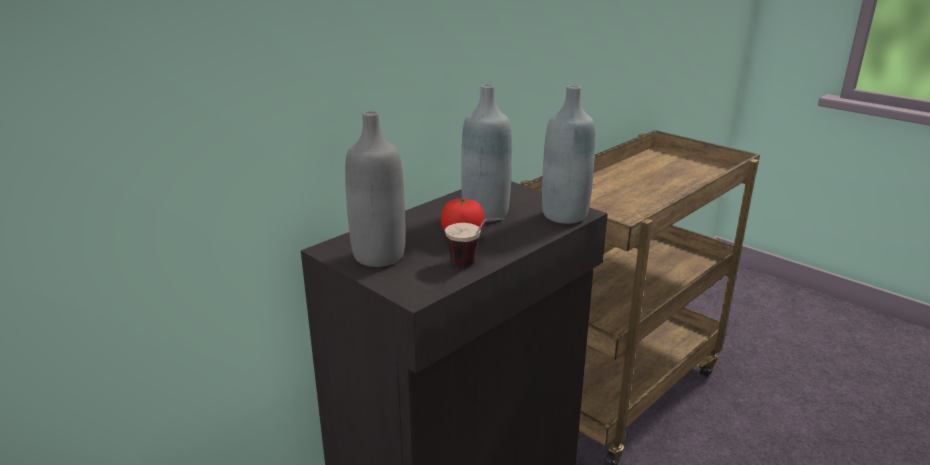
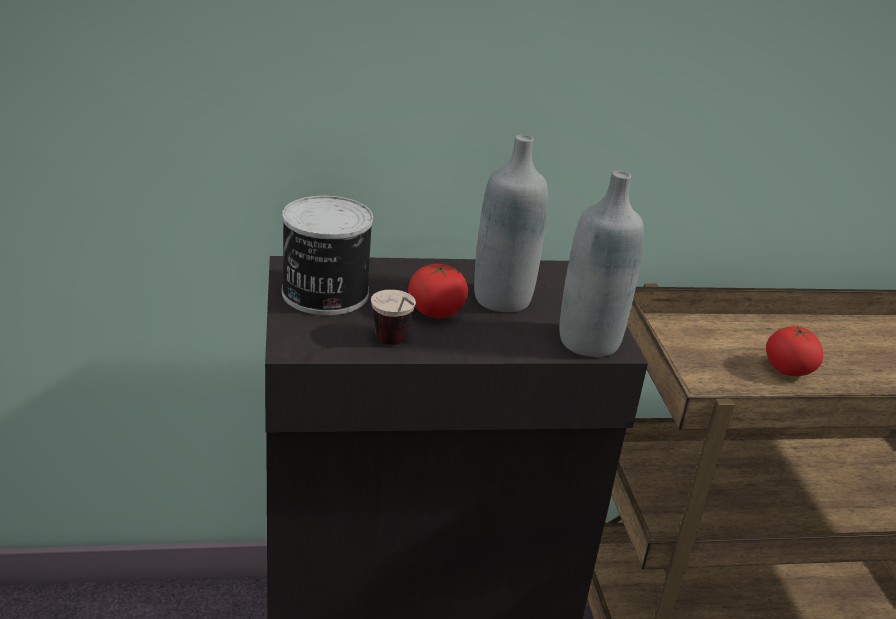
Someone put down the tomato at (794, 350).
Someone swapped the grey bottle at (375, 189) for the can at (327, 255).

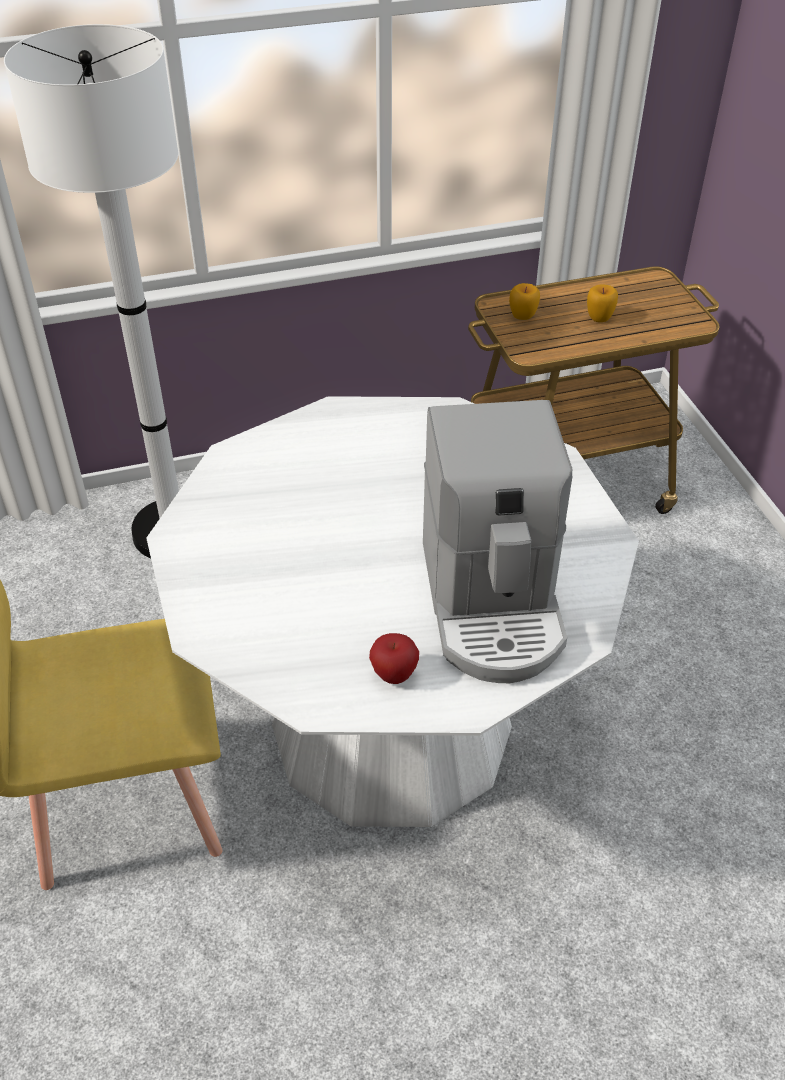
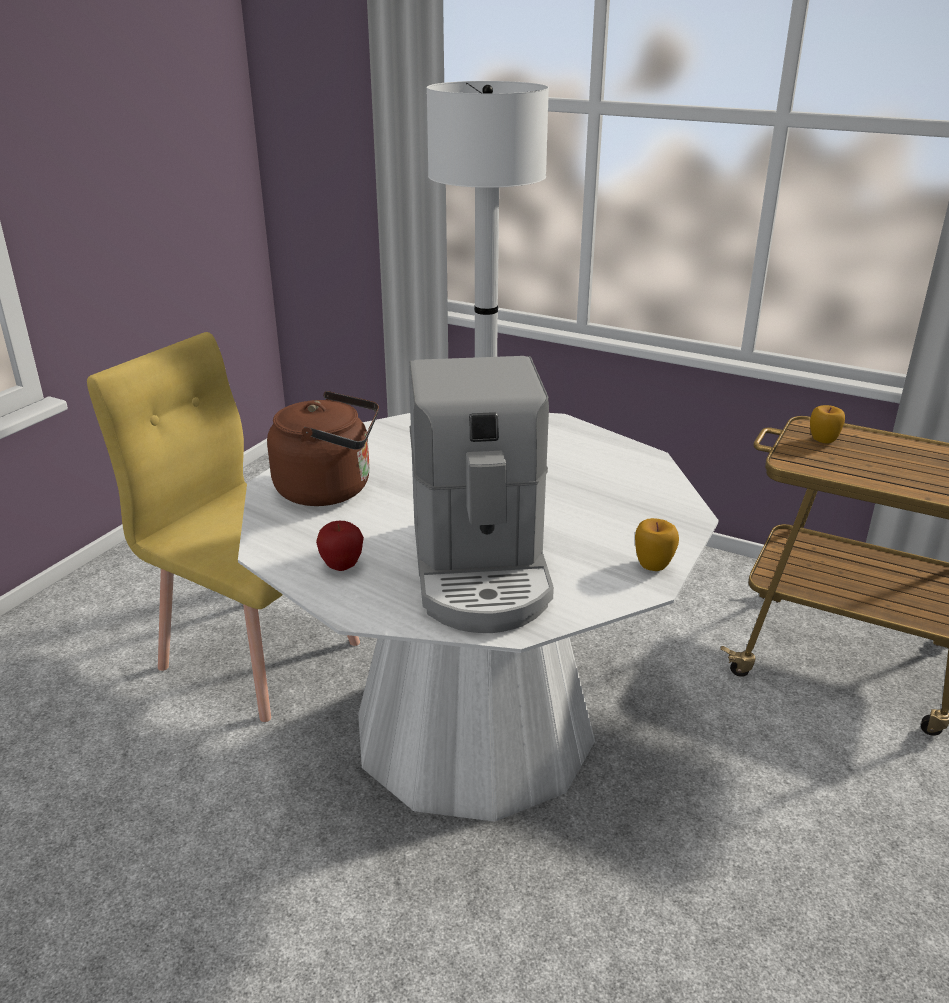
Someone put down the brown kettle at (323, 448).
Someone carried the apple from (602, 303) to (657, 544).
Someone rotated the coffee machine at (498, 541) by 45 degrees counterclockwise.

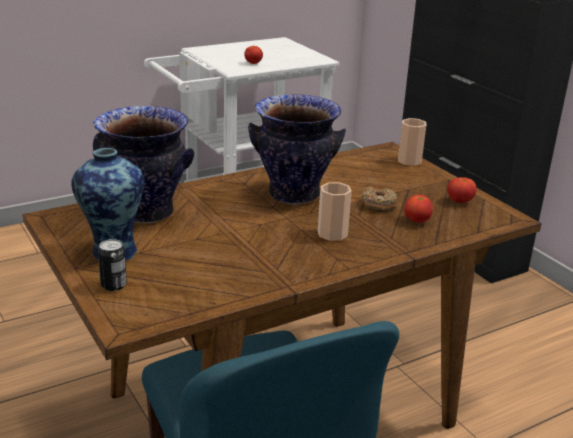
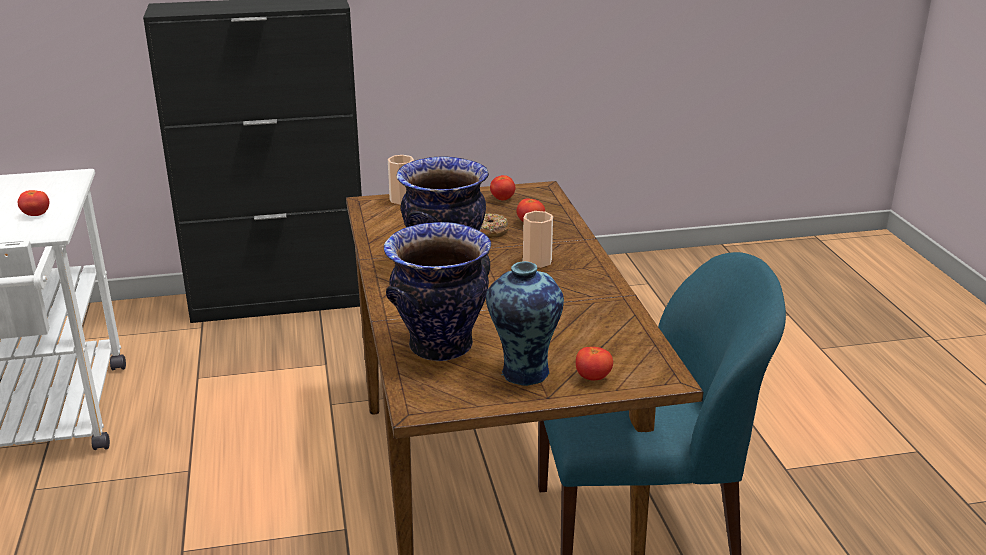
Someone swapped the can at (112, 265) for the tomato at (594, 363).

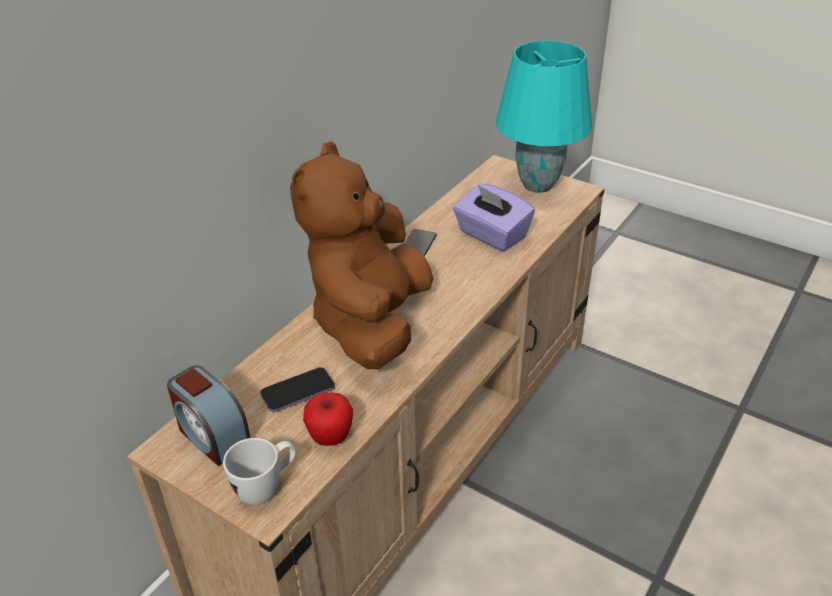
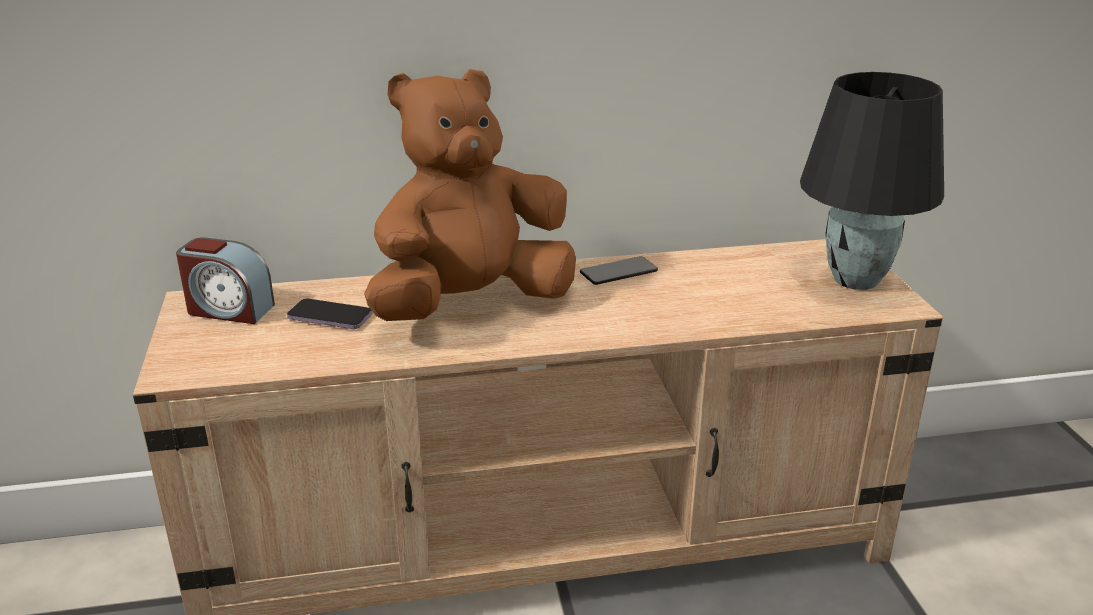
Someone took away the white mug at (259, 471).
Someone took away the apple at (328, 419).
Someone took away the purple tissue box at (494, 217).
Someone repainted the turquoise table lamp at (544, 117), which became the black table lamp at (872, 181).
Someone rotated the alarm clock at (208, 415) by 75 degrees counterclockwise.

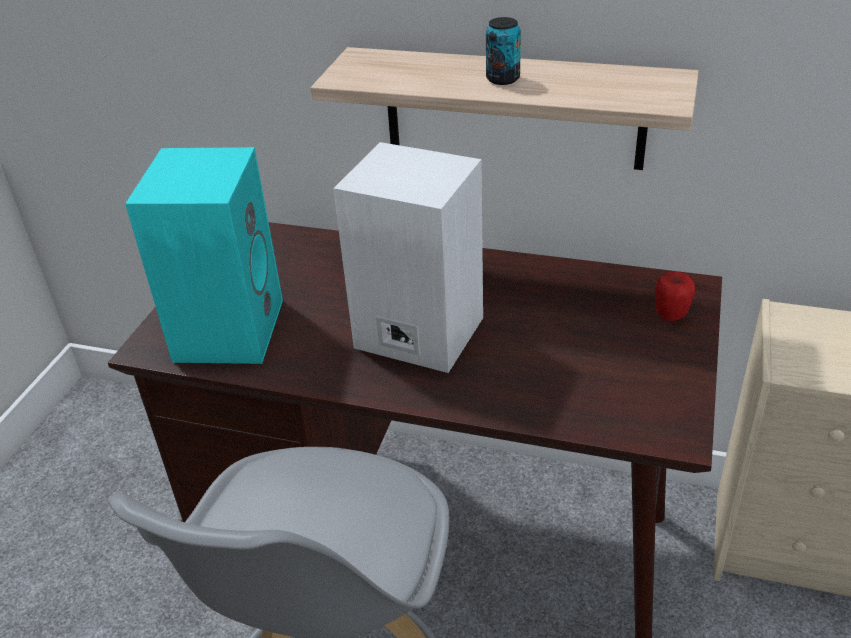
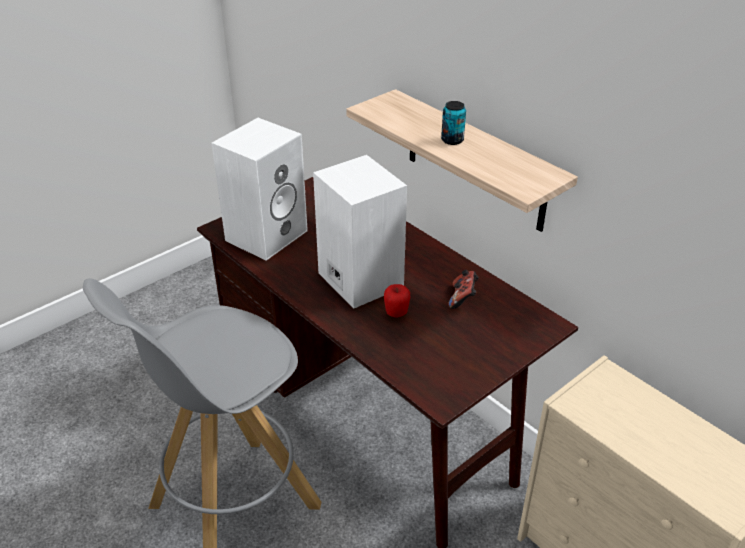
Someone put down the game controller at (463, 289).
Someone carried the apple from (675, 296) to (397, 300).
Someone repainted the turquoise speaker at (204, 255), which became the white speaker at (259, 189).

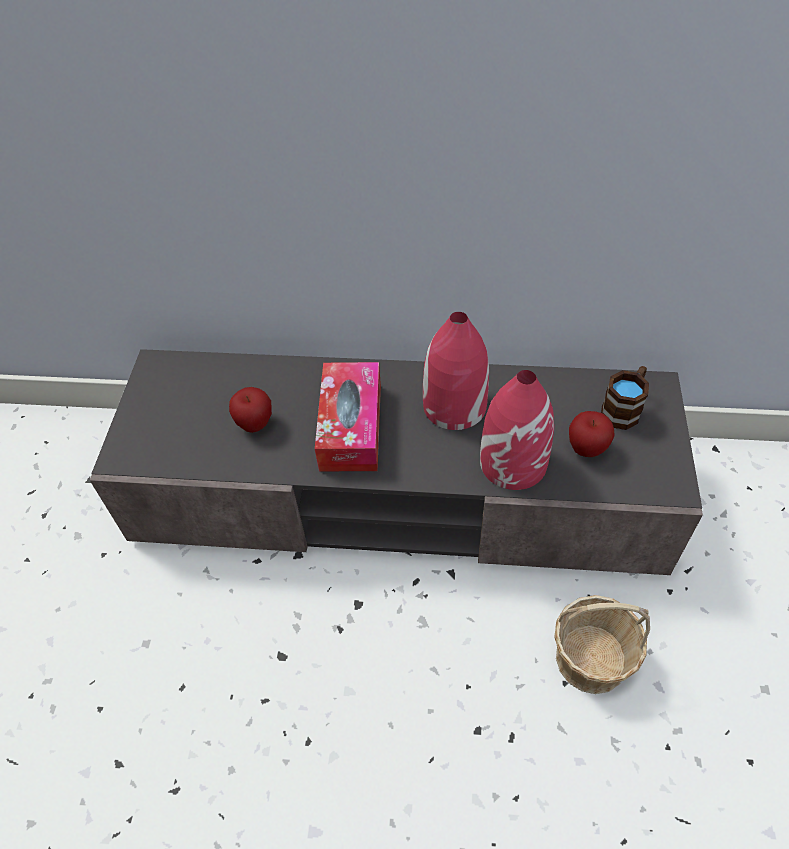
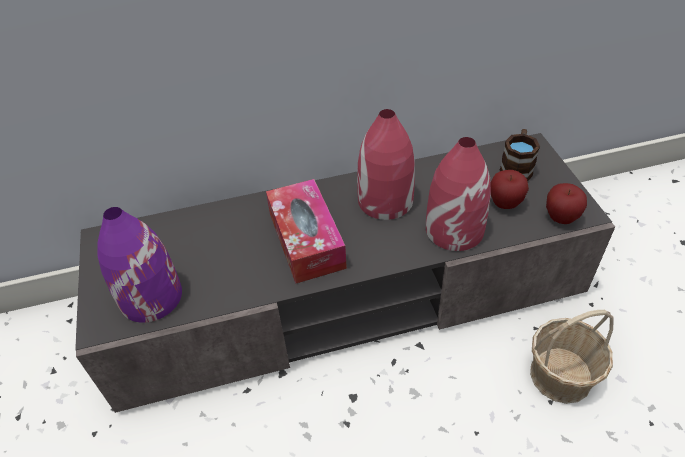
Someone put down the purple vase at (139, 265).
Someone carried the apple from (250, 410) to (566, 203).

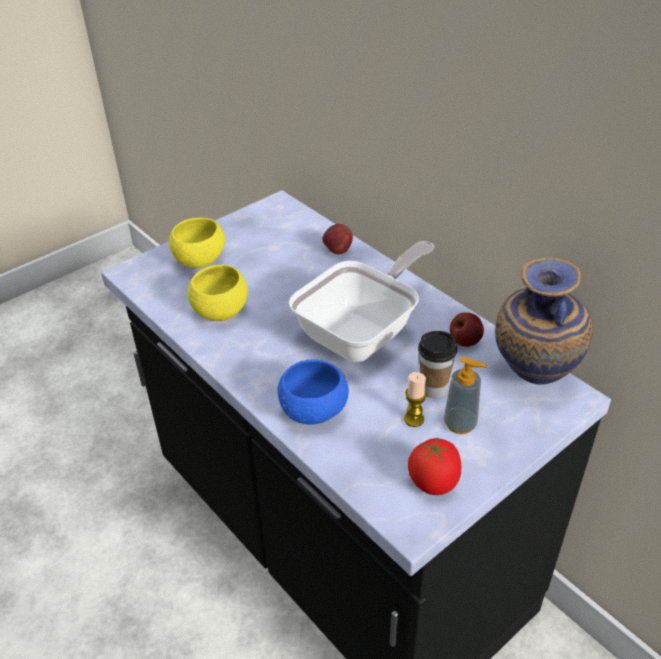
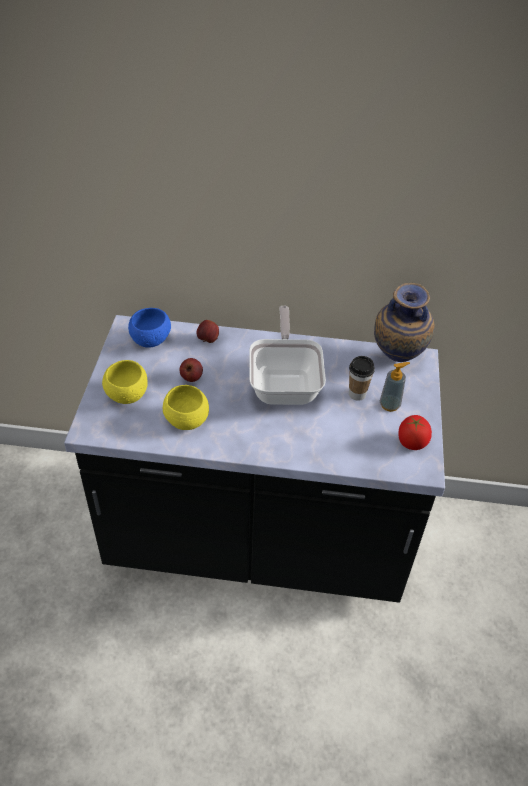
Someone took away the candle at (415, 399).
Someone carried the blue bowl from (313, 391) to (149, 328).
Someone carried the apple from (467, 329) to (191, 370).

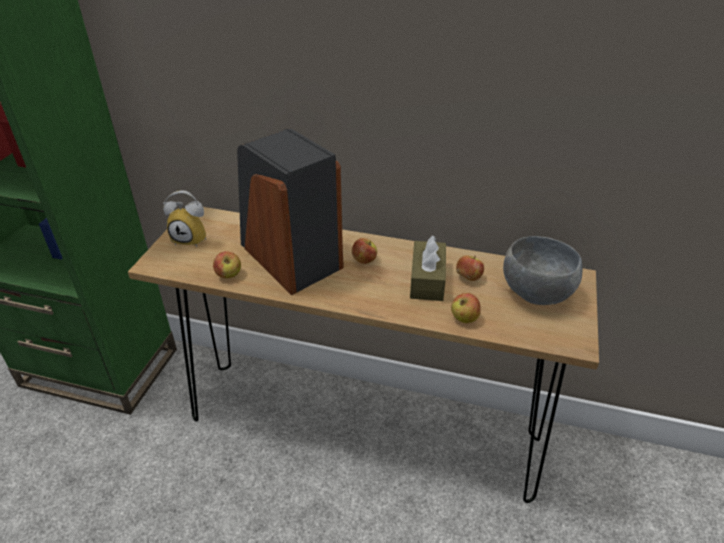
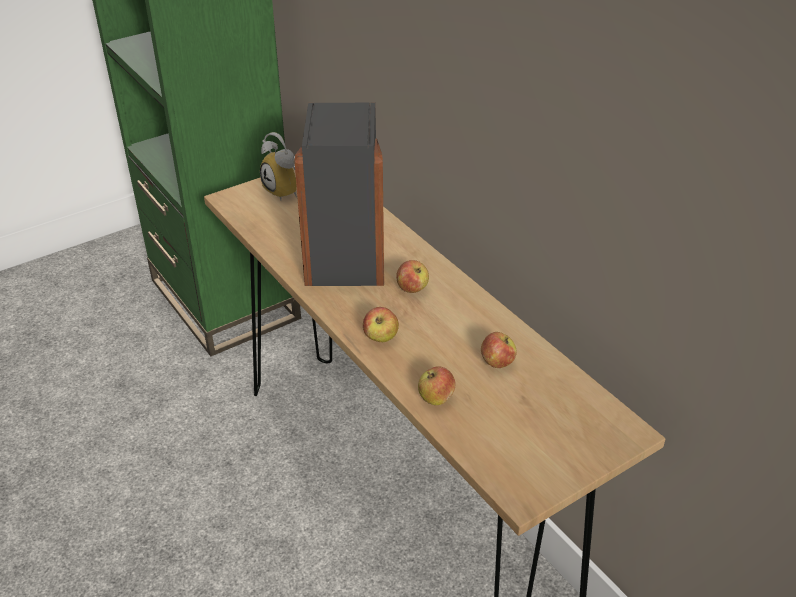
Someone took away the brown tissue box at (428, 268).
Someone took away the grey bowl at (542, 270).
Someone carried the apple from (227, 264) to (381, 324).

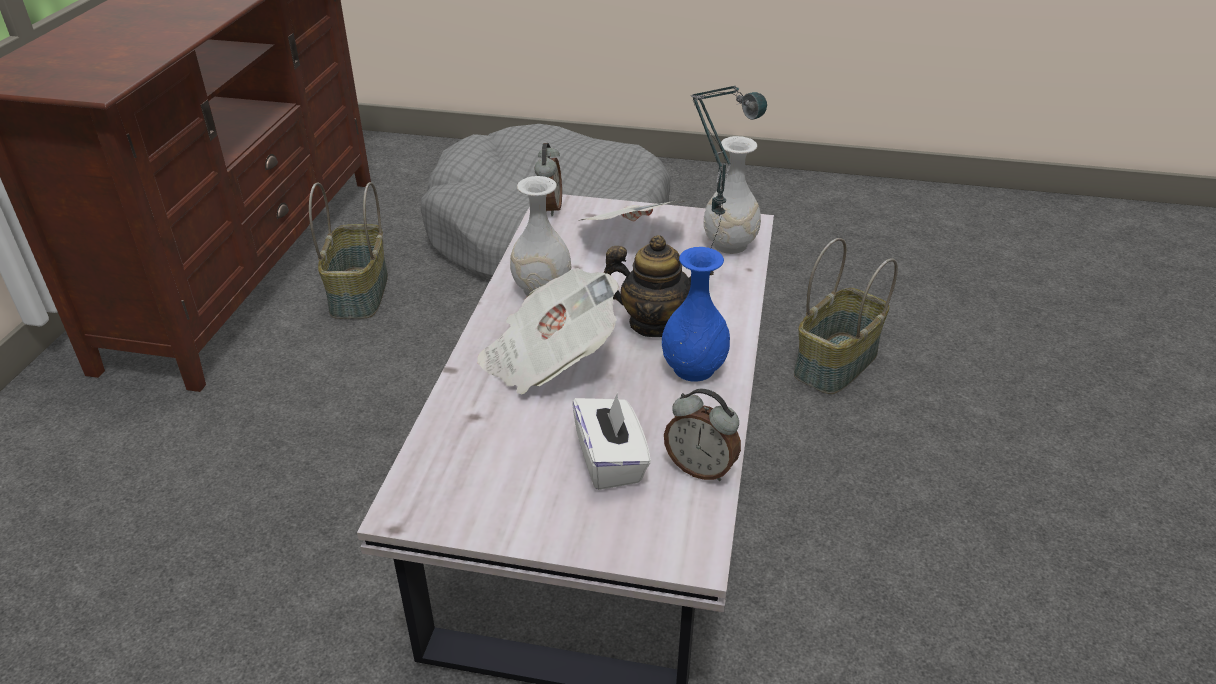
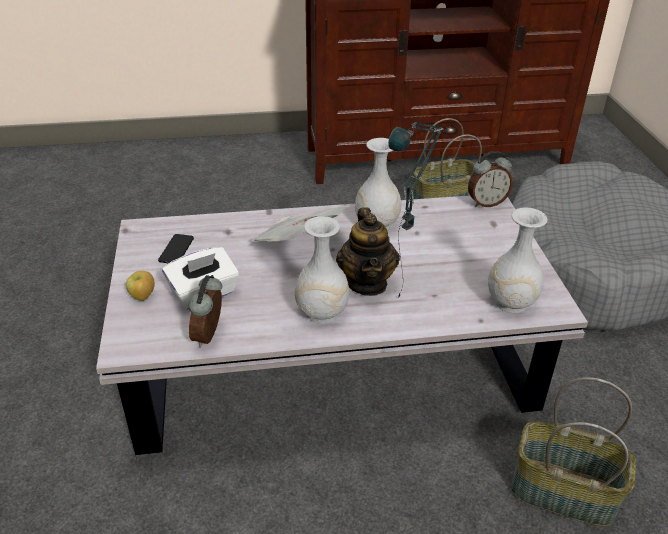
Someone took away the newspaper at (634, 211).
Someone put down the apple at (140, 286).
Someone put down the phone at (176, 248).
Someone repainted the blue vase at (696, 314), which became the white vase at (322, 270).

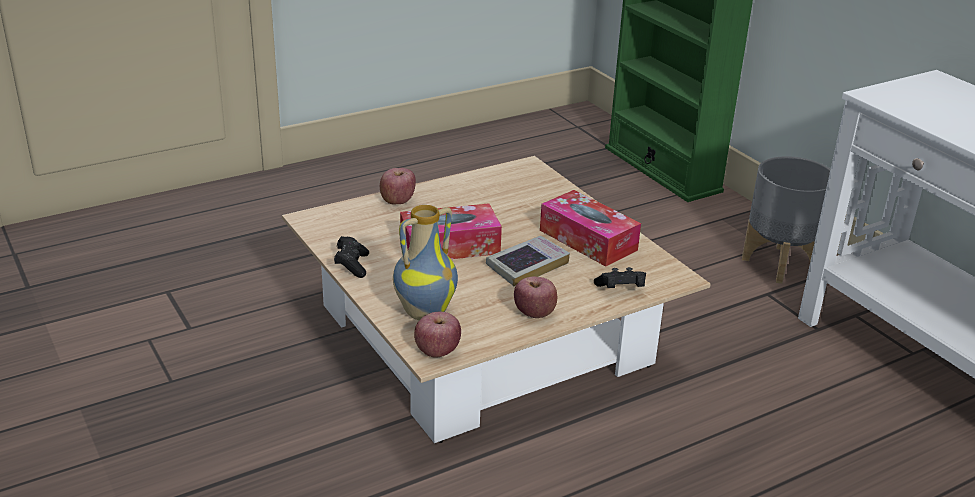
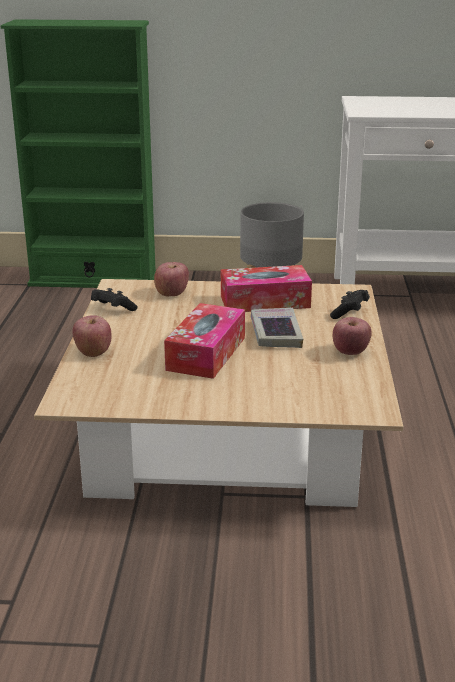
Someone took away the vase at (425, 262).
Someone carried the black game controller from (351, 257) to (114, 299).
Someone carried the apple from (437, 335) to (171, 279).

